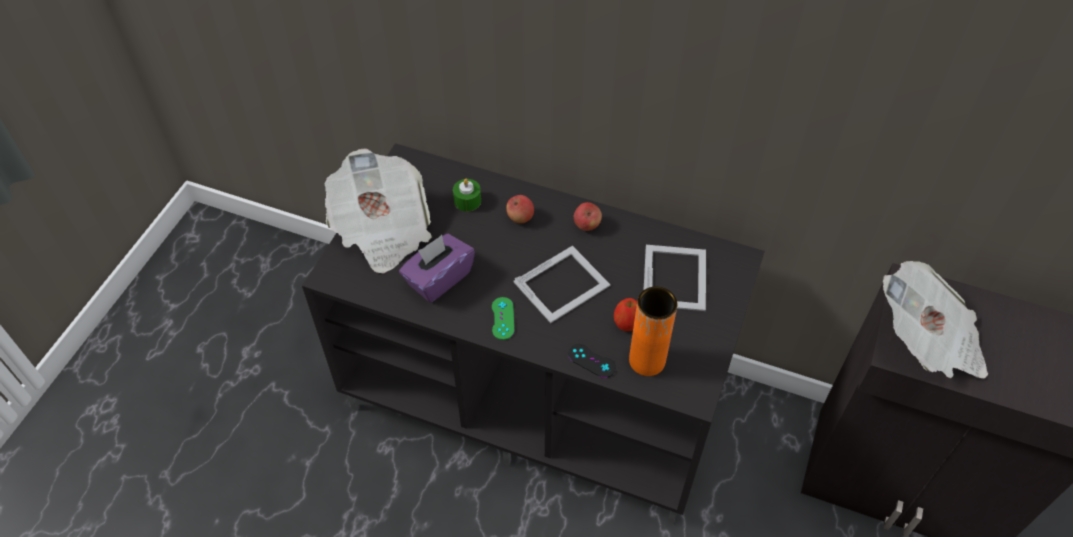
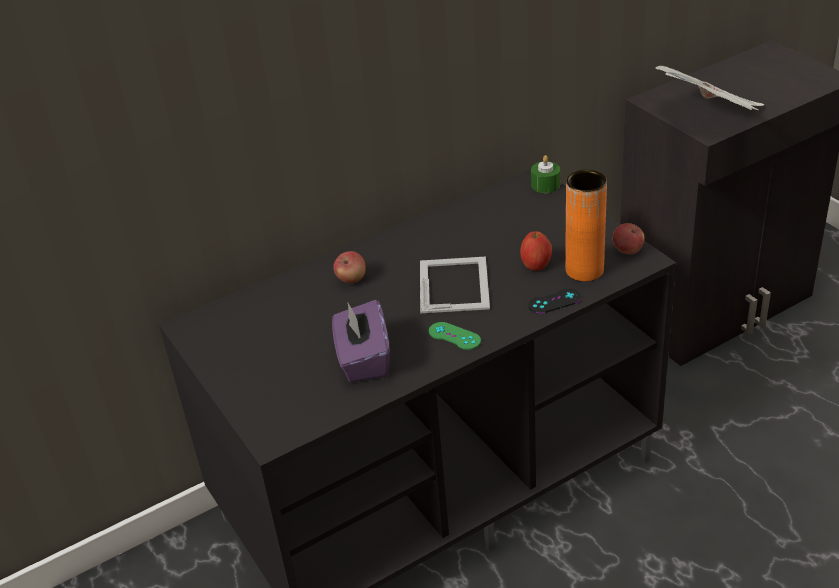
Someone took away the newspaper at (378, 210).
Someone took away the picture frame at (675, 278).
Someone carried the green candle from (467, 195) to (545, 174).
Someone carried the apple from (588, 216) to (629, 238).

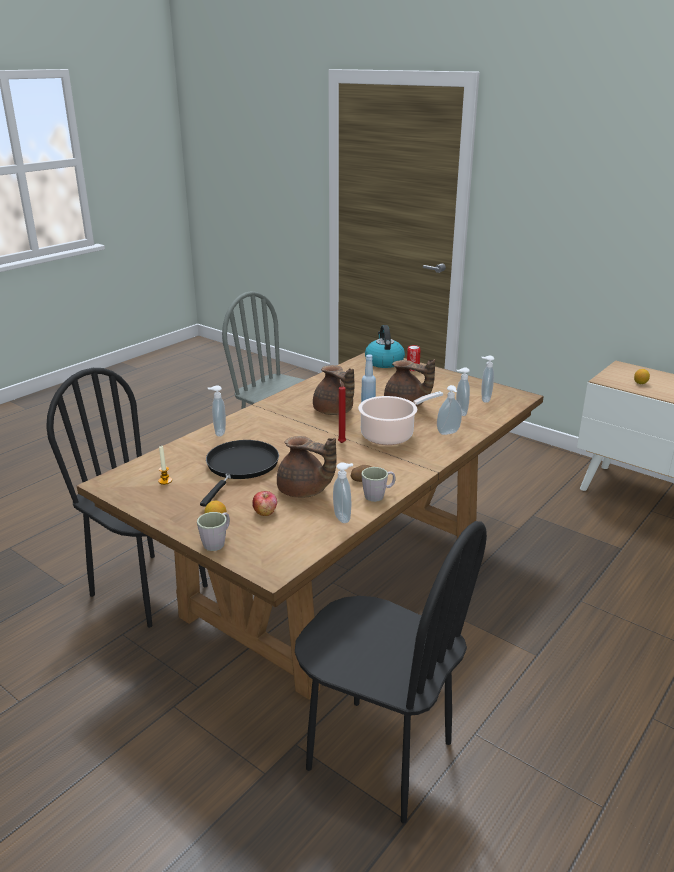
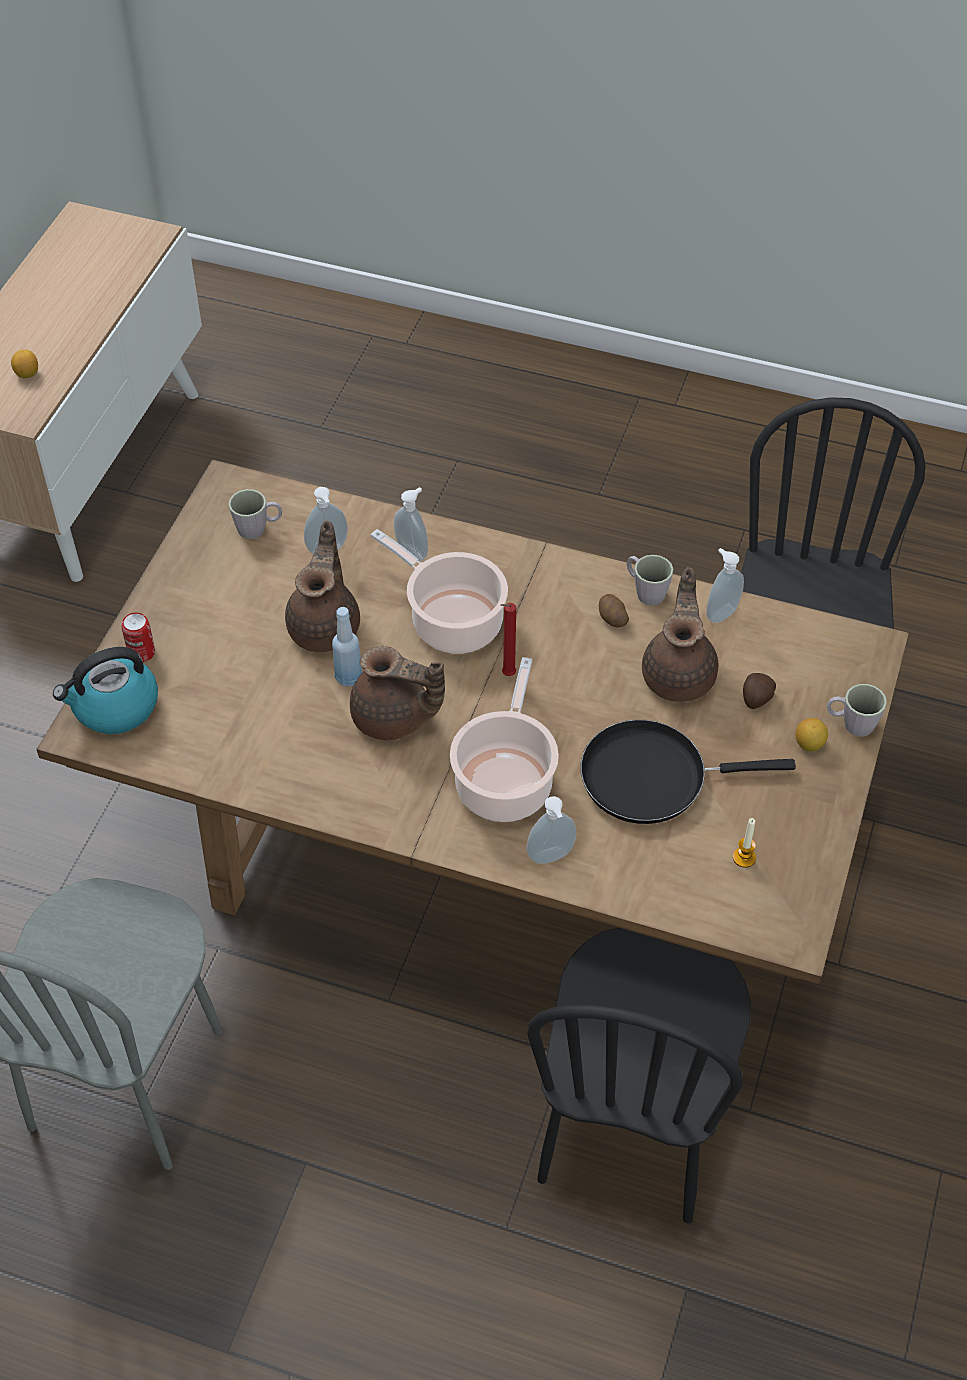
Someone put down the cooking pot at (504, 739).
Someone swapped the apple at (264, 503) for the potato at (759, 691).
Someone swapped the soap dispenser at (488, 379) for the grey mug at (255, 514).
Someone rotated the brown teapot at (334, 390) by 75 degrees clockwise.

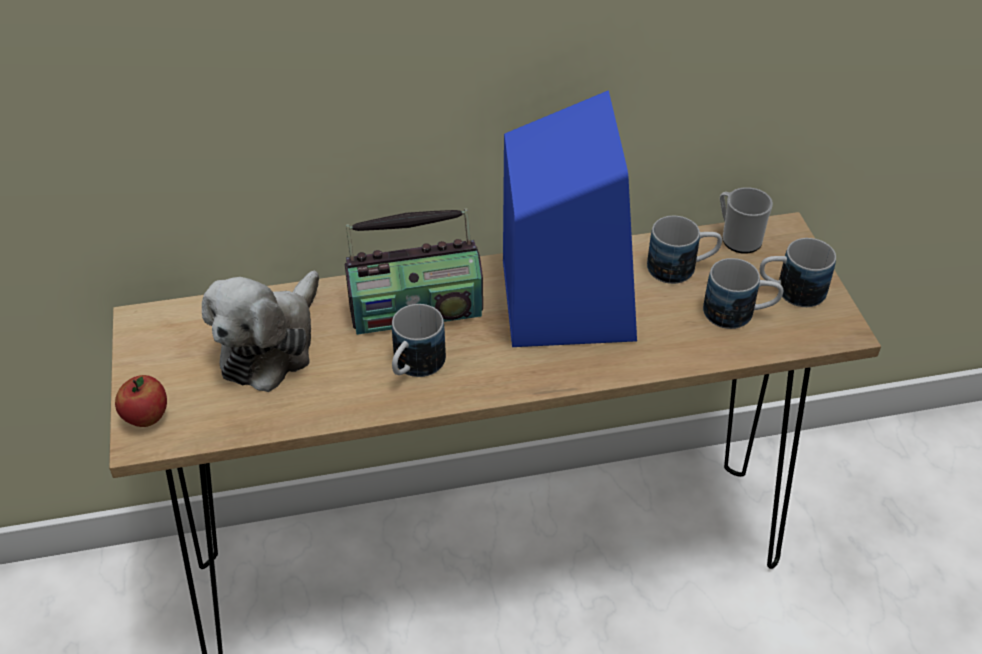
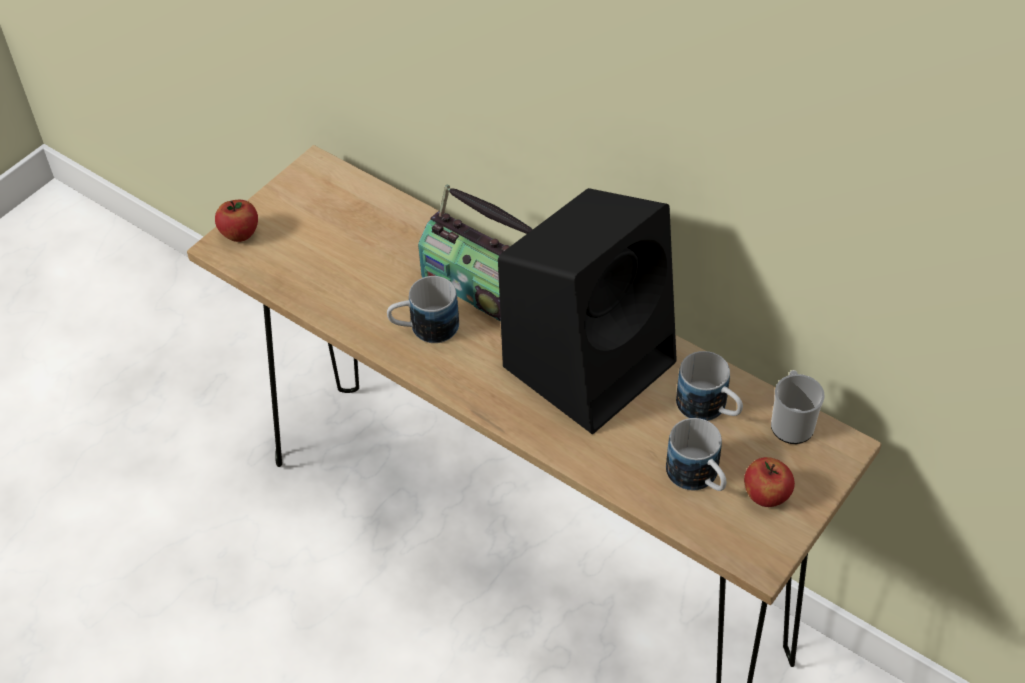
Someone took away the plush toy at (260, 331).
Someone swapped the mug at (798, 272) for the apple at (769, 482).
Someone repainted the blue speaker at (570, 218), which became the black speaker at (587, 311).

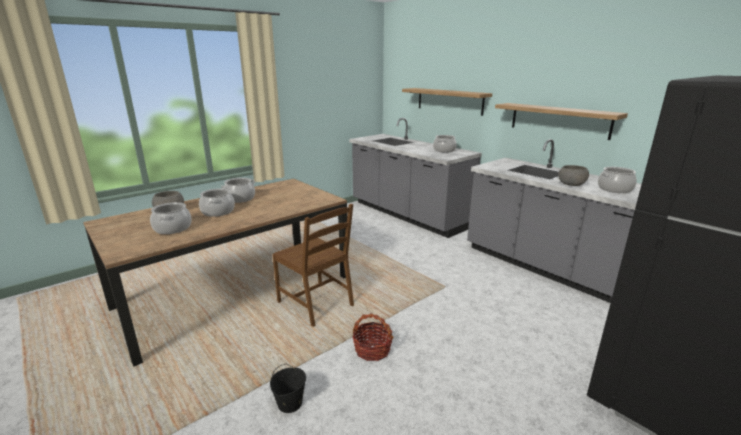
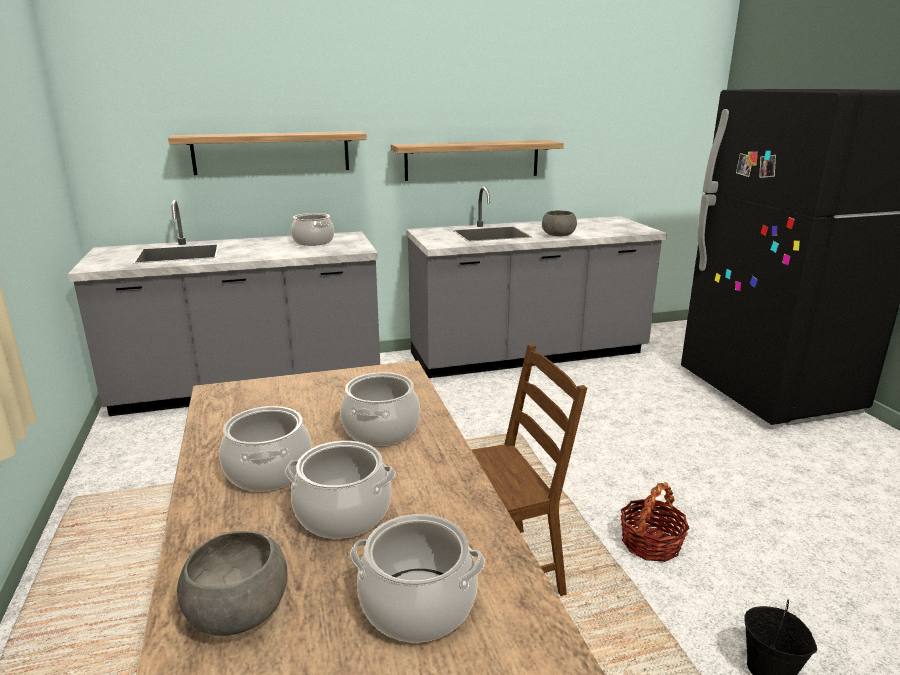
Someone carried the cooking pot from (617, 180) to (380, 409).

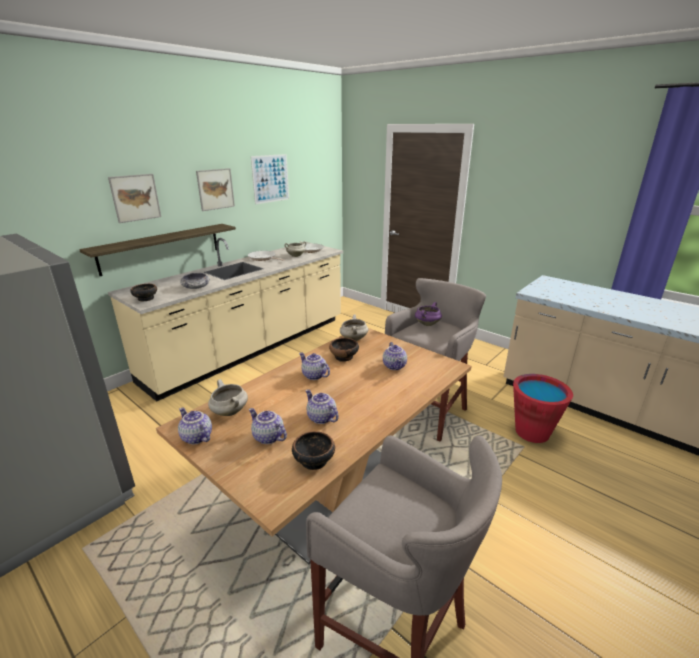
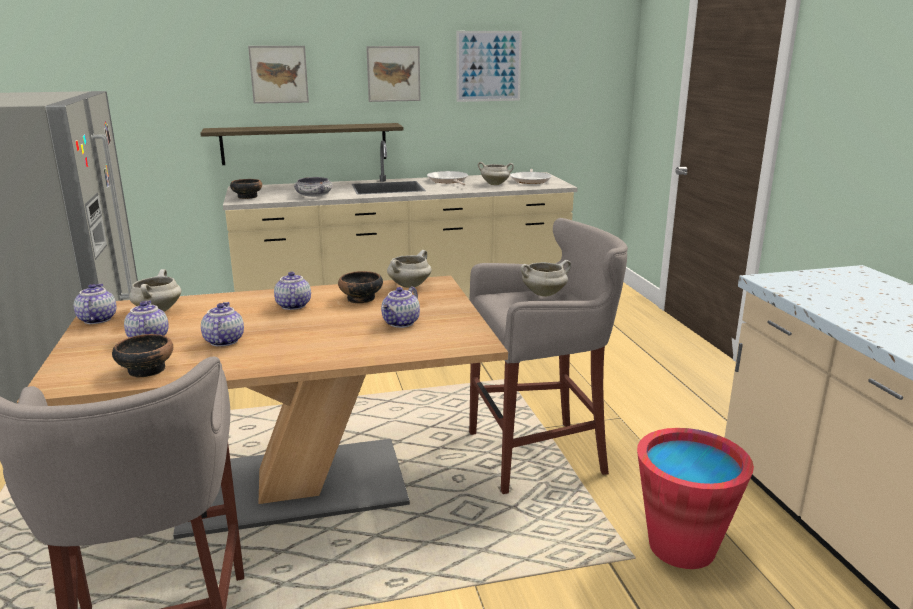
Someone repainted the purple cooking pot at (428, 314), which became the white cooking pot at (545, 278).

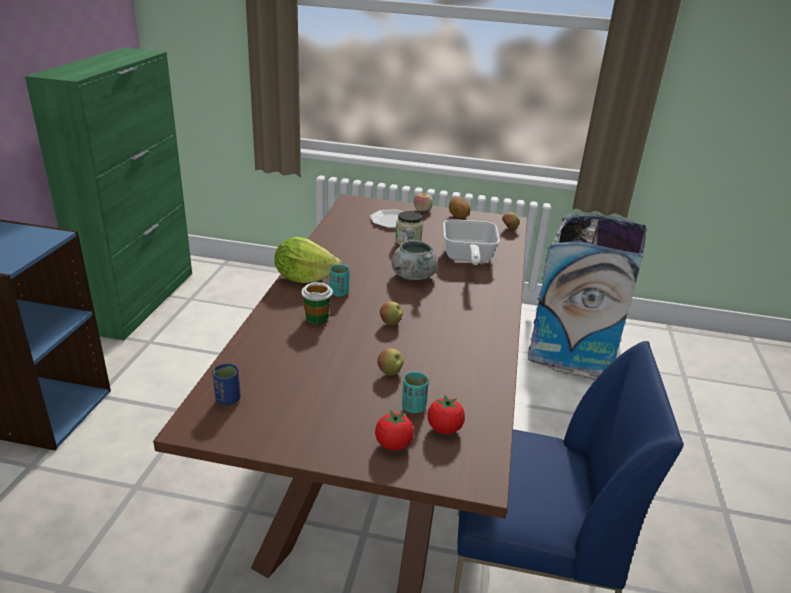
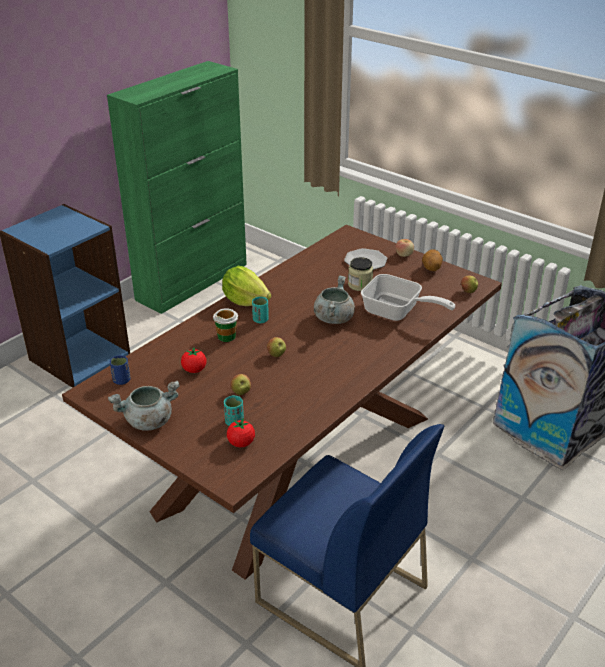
Someone put down the grey cooking pot at (144, 406).
Someone carried the tomato from (394, 430) to (193, 360).
Someone rotated the frying pan at (471, 242) by 90 degrees counterclockwise.

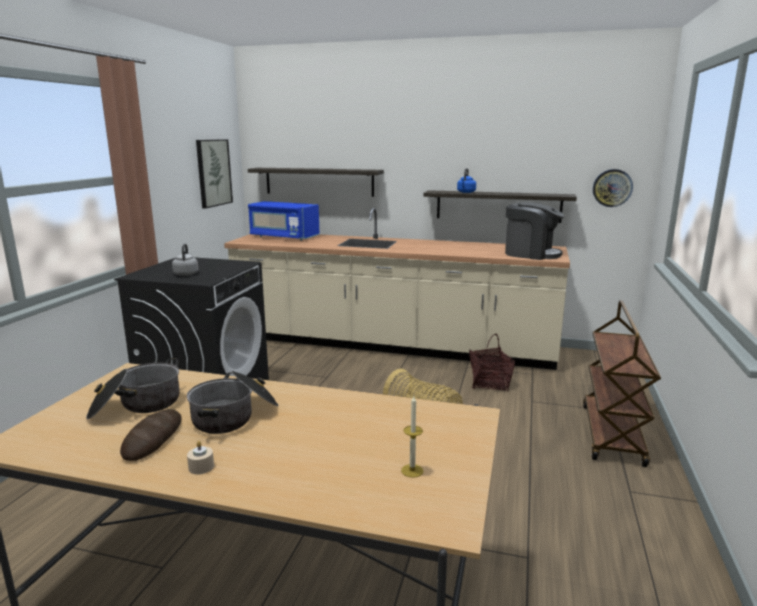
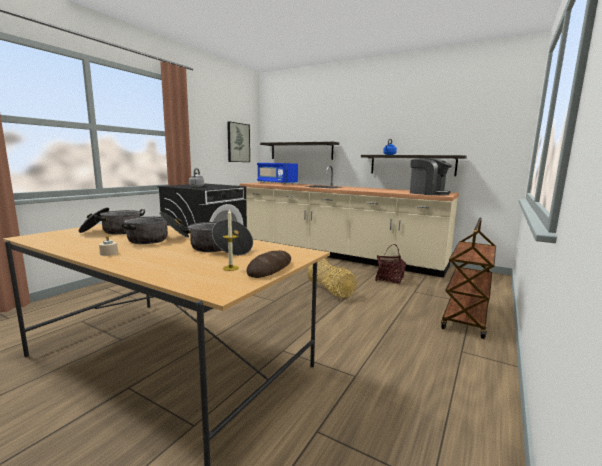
Someone took away the wall clock at (613, 188).
Someone put down the cooking pot at (216, 238).
Someone carried the bread from (151, 435) to (268, 264).

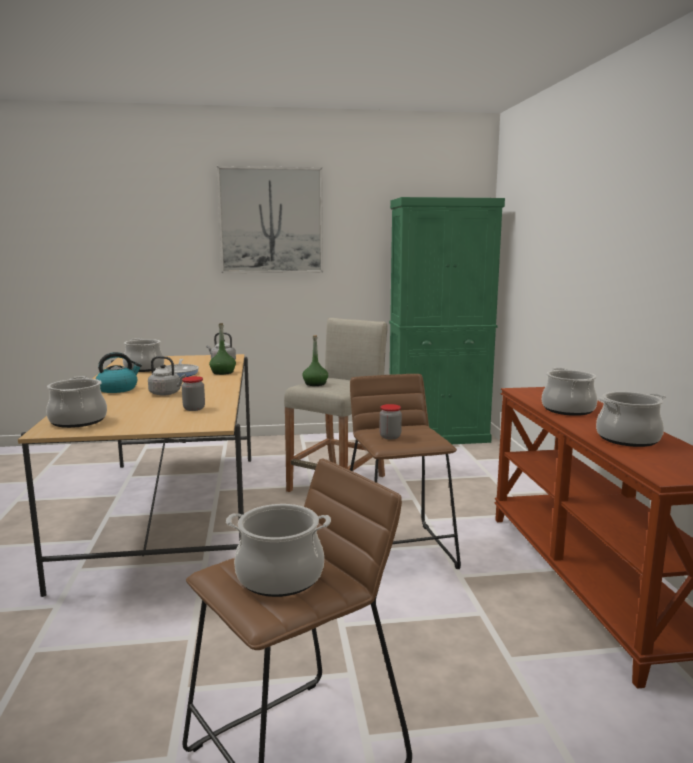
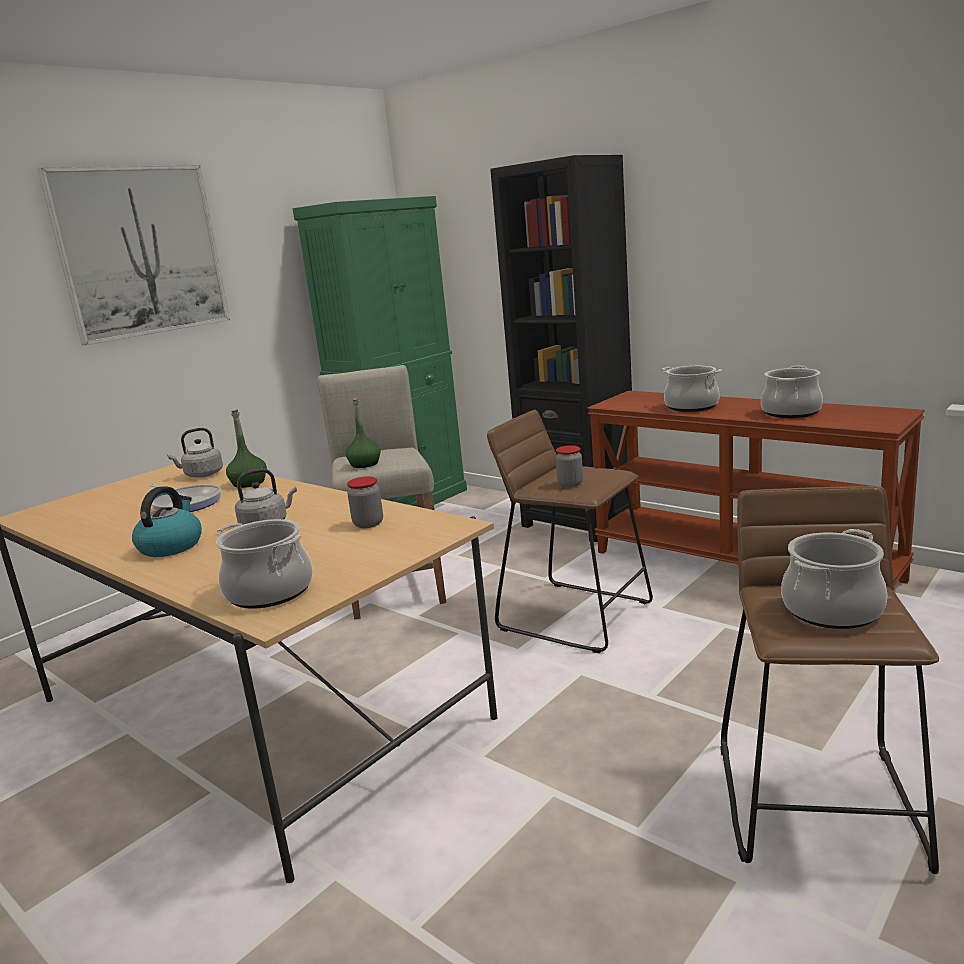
Someone took away the cooking pot at (143, 355).
Someone put down the black bookcase at (561, 348).

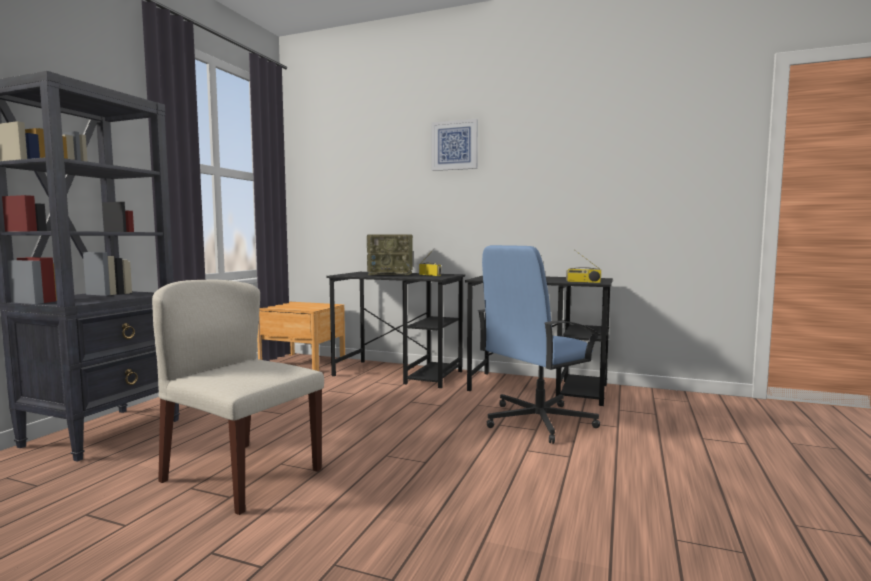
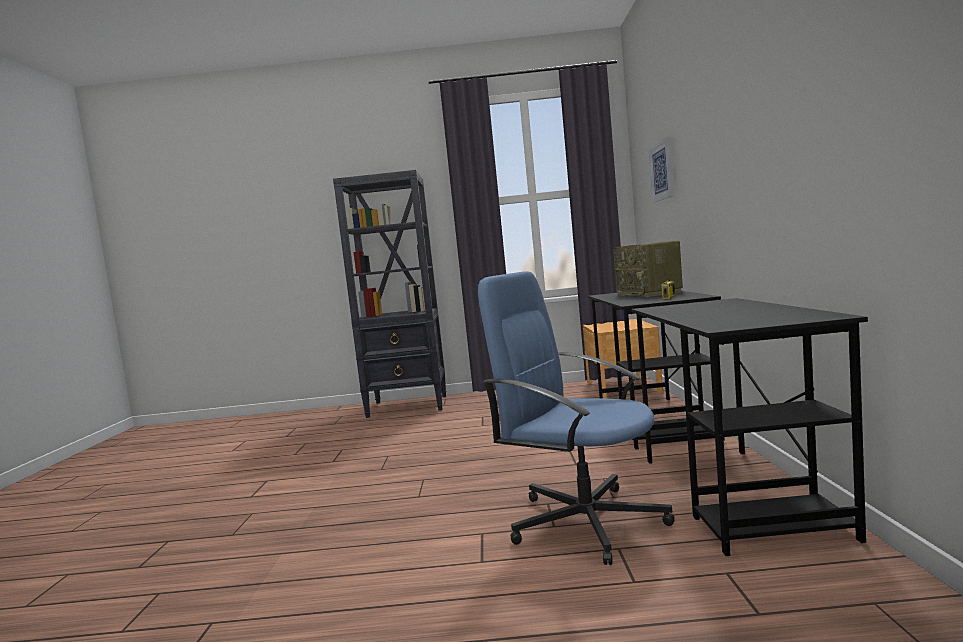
Someone took away the beige chair at (238, 397).
Someone took away the radio at (583, 267).
Someone carried the picture from (454, 145) to (661, 169).

